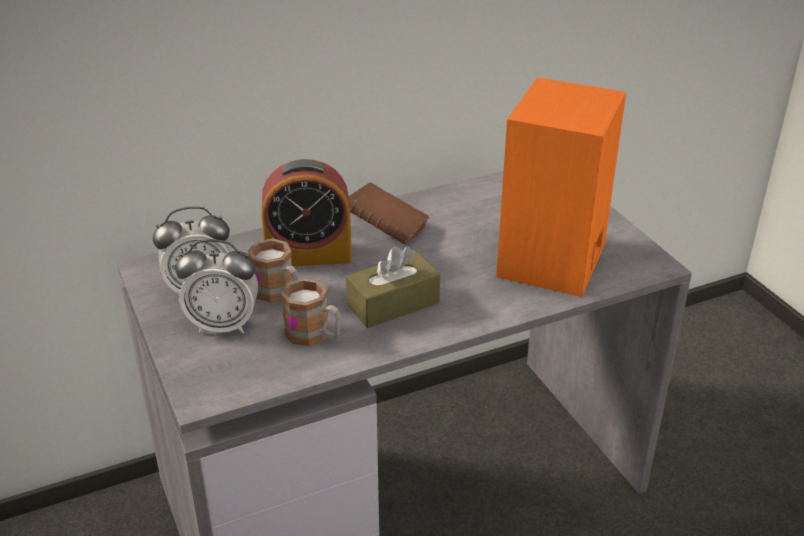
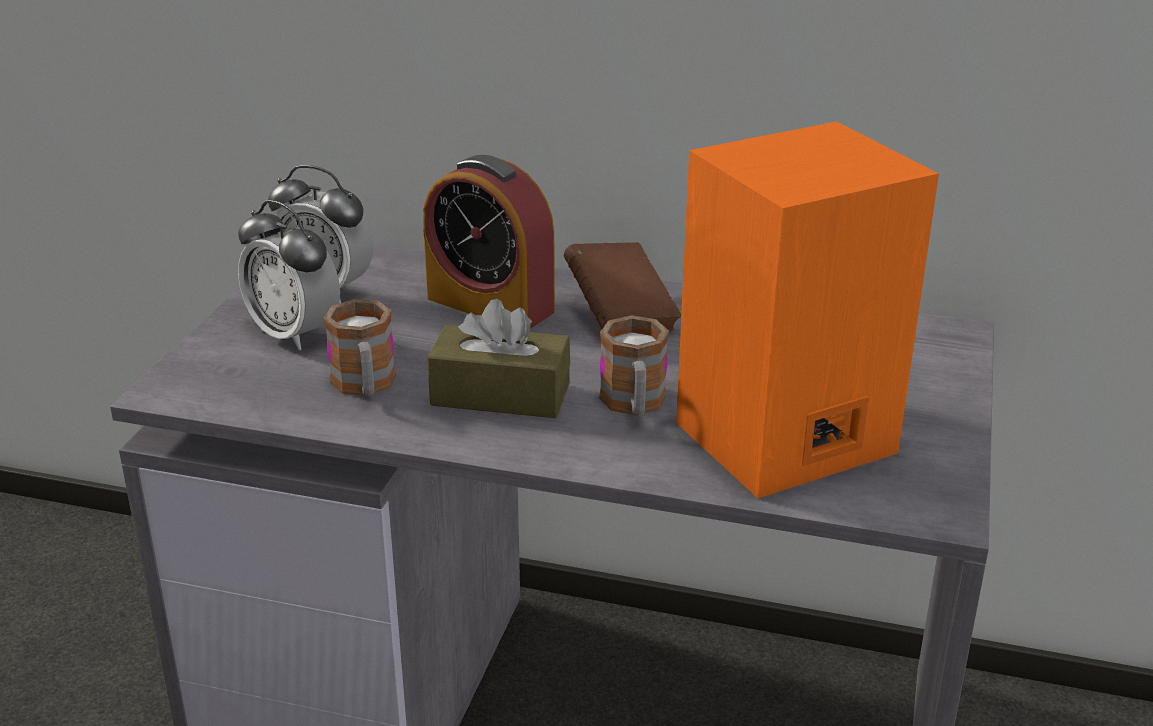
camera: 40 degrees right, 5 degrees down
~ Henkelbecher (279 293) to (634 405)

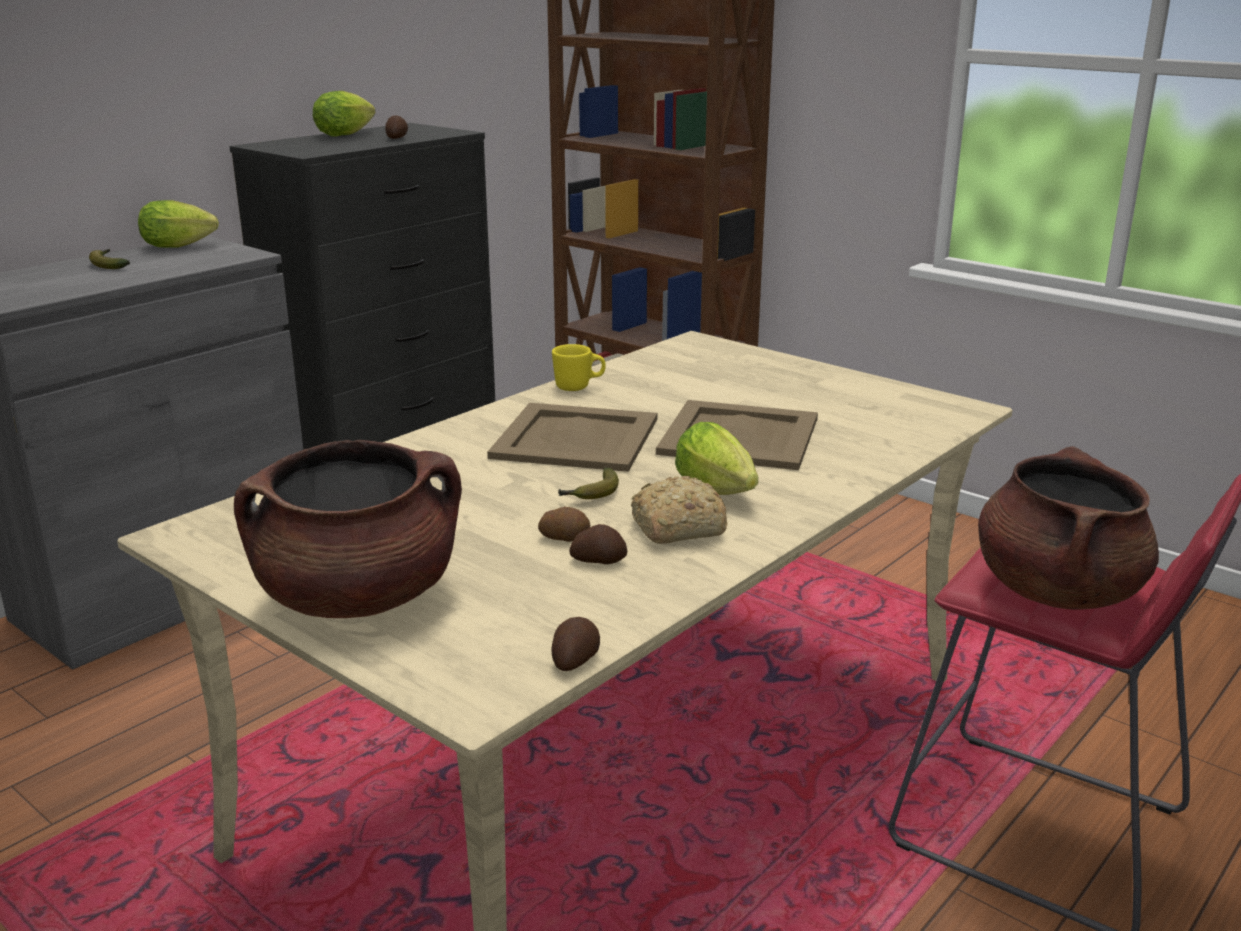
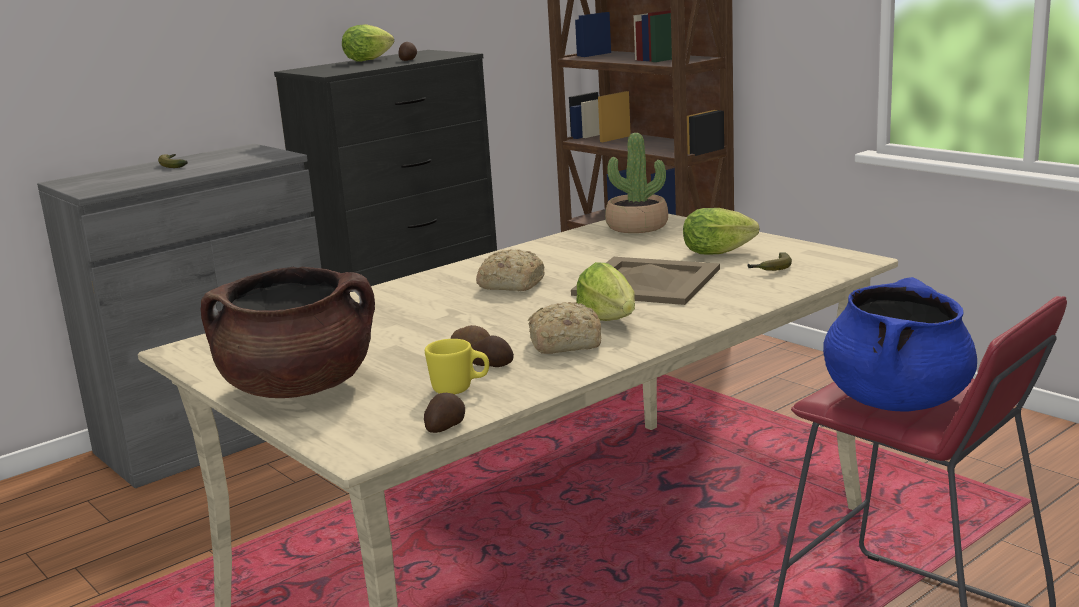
camera: 10 degrees right, 5 degrees down
~ Salatkopf (182 246) to (721 252)
~ Tablett [beige] (574 437) to Brot (510 285)
~ Henkelbecher [gelb] (579 387) to (460 389)
~ Banane (591 494) to (771 269)
~ Kochtopf [braun] (1056 591) to Kochtopf [blau] (896 400)
+ Topfpflanze (637 227)

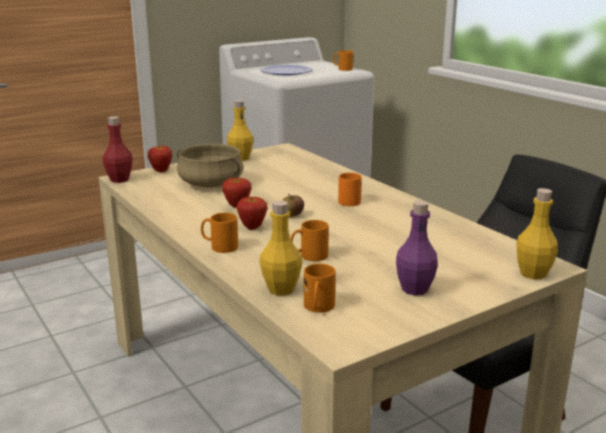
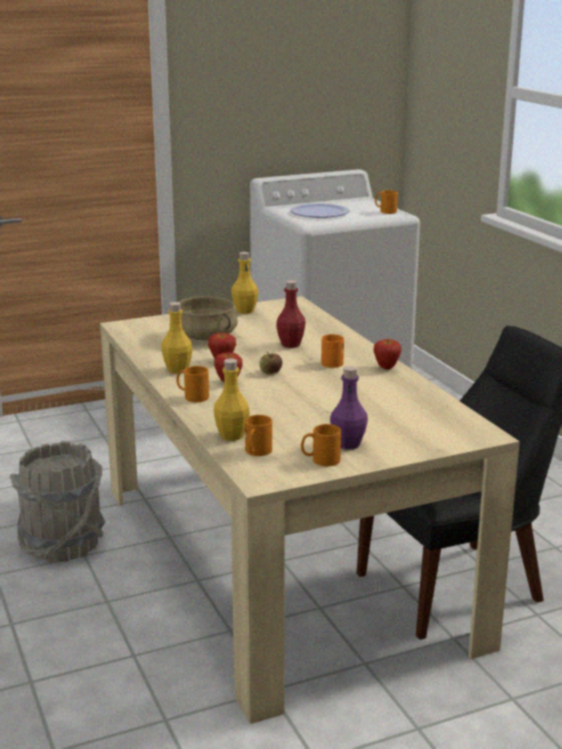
camera: 10 degrees right, 0 degrees up
~ Flasche [rot] (119 180) to (290 344)
~ Apfel (161 171) to (386 368)
~ Henkelbecher [orange] (309 256) to (320 460)
~ Flasche [gelb] (533 273) to (177 370)
+ Eimer [grau] (63 545)

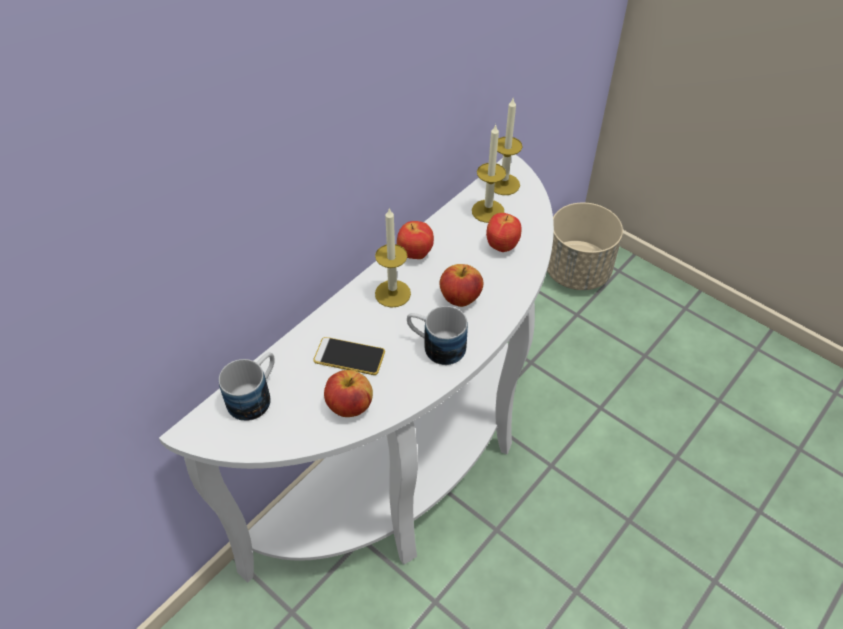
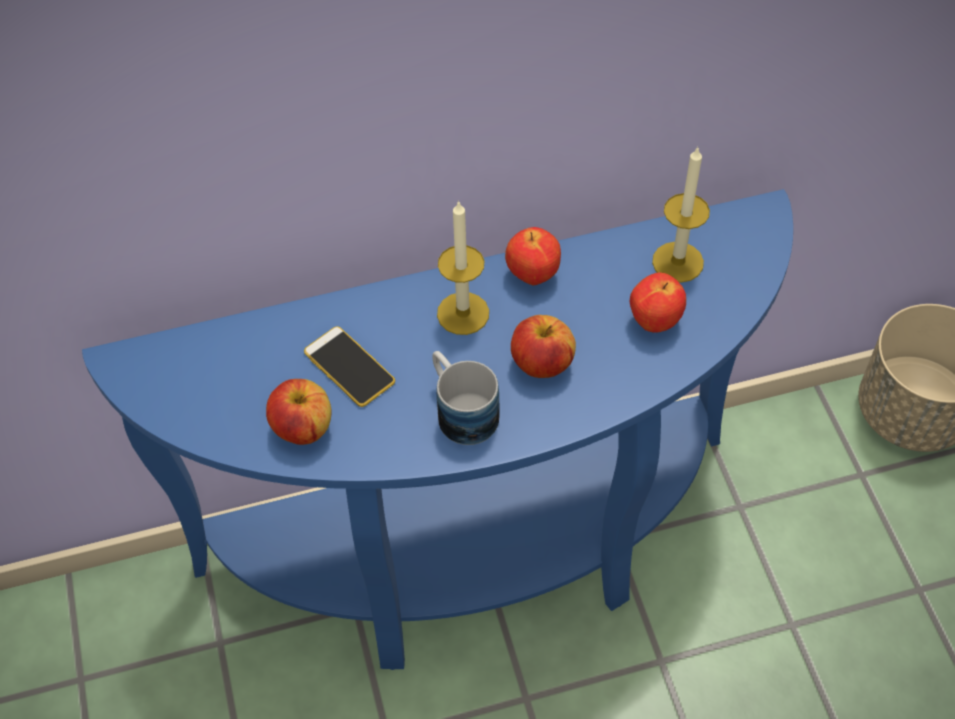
camera: 35 degrees right, 5 degrees up
~ Konsolentisch [weiß] (414 468) to Konsolentisch [blau] (479 558)
- Henkelbecher (256 395)
- Kerze (504 184)

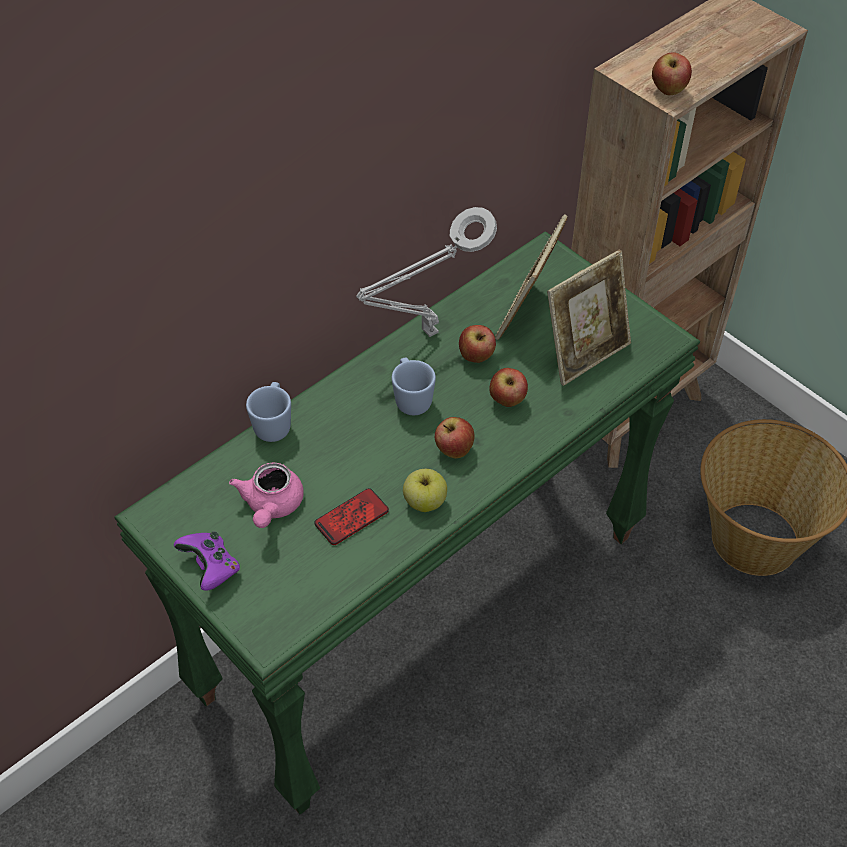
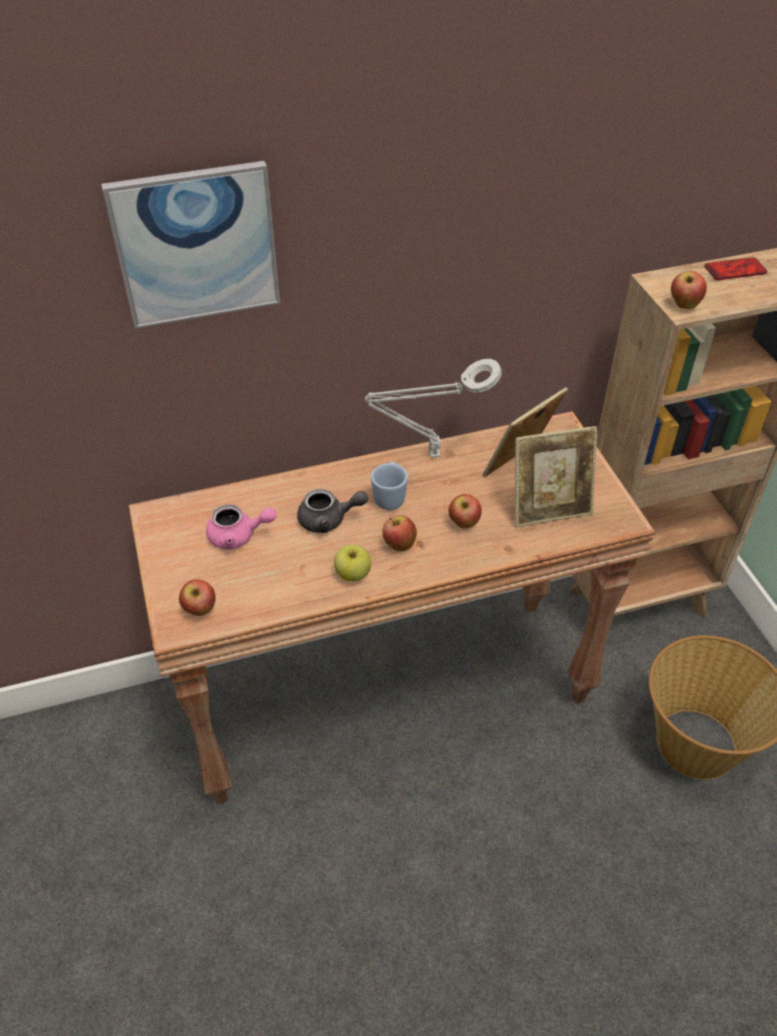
camera: 25 degrees right, 5 degrees down
~ Konsolentisch [grün] (422 612) to Konsolentisch [braun] (389 693)
- Gamepad [lila] (211 568)
~ Teekanne [rosa] (271 506) = (238 536) 120 degrees counterclockwise
- Henkelbecher [blau] (273 424)
~ Handy (351 517) to (735 270)
~ Apfel (476 357) to (200 610)
+ Bild (196 245)
+ Teekanne [grau] (329 520)

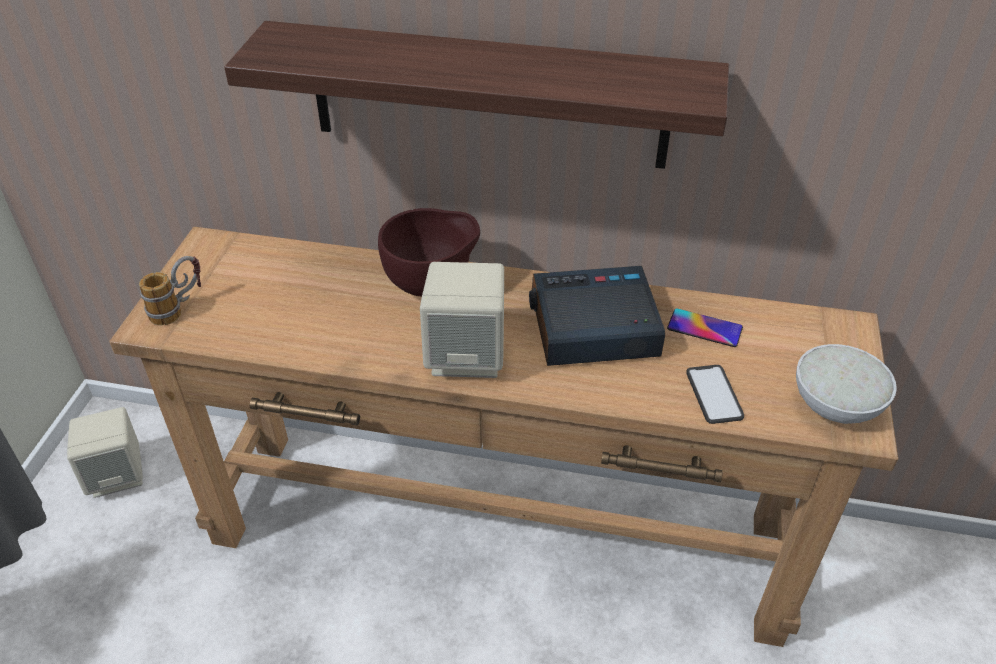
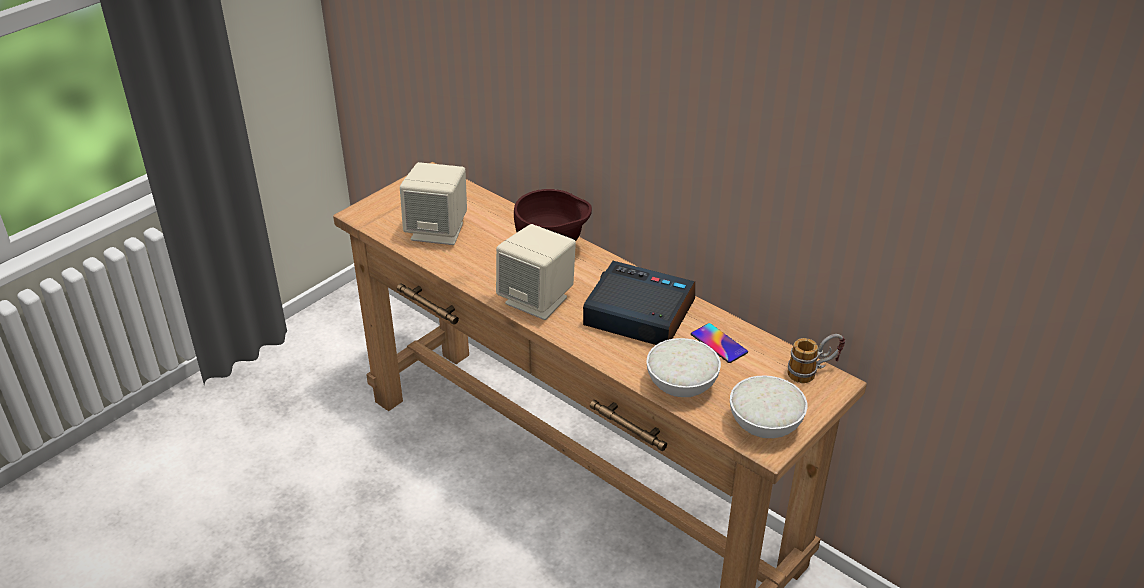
camera: 30 degrees right, 5 degrees down
~ Lautsprecher [beige] (117 475) to (438 231)
~ Henkelbecher (179 308) to (813 372)
- Wandregal (488 96)
~ Handy (714 395) to Schüssel [weiß] (682 385)

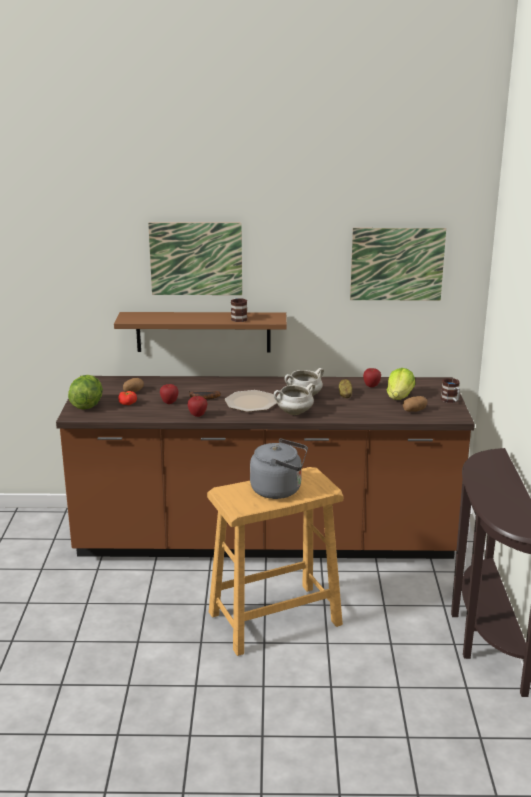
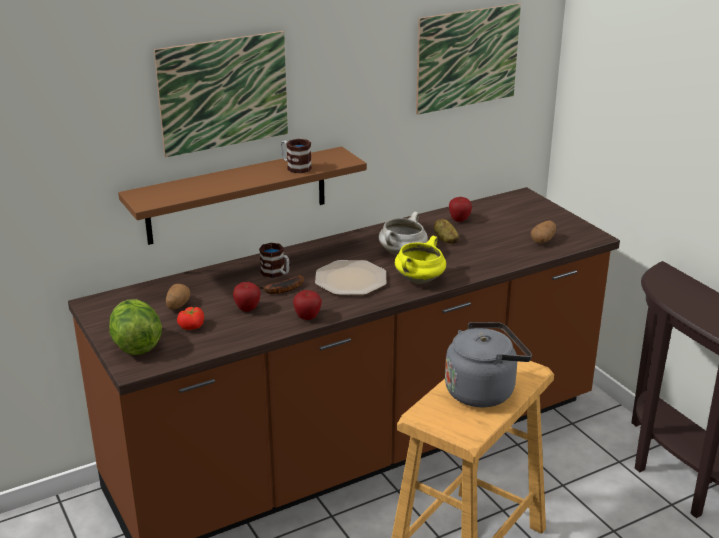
camera: 30 degrees left, 5 degrees up
~ Kochtopf [weiß] (294 413) to Kochtopf [gelb] (419 280)
- Salatkopf (399 397)
~ Henkelbecher (451 400) to (276 273)

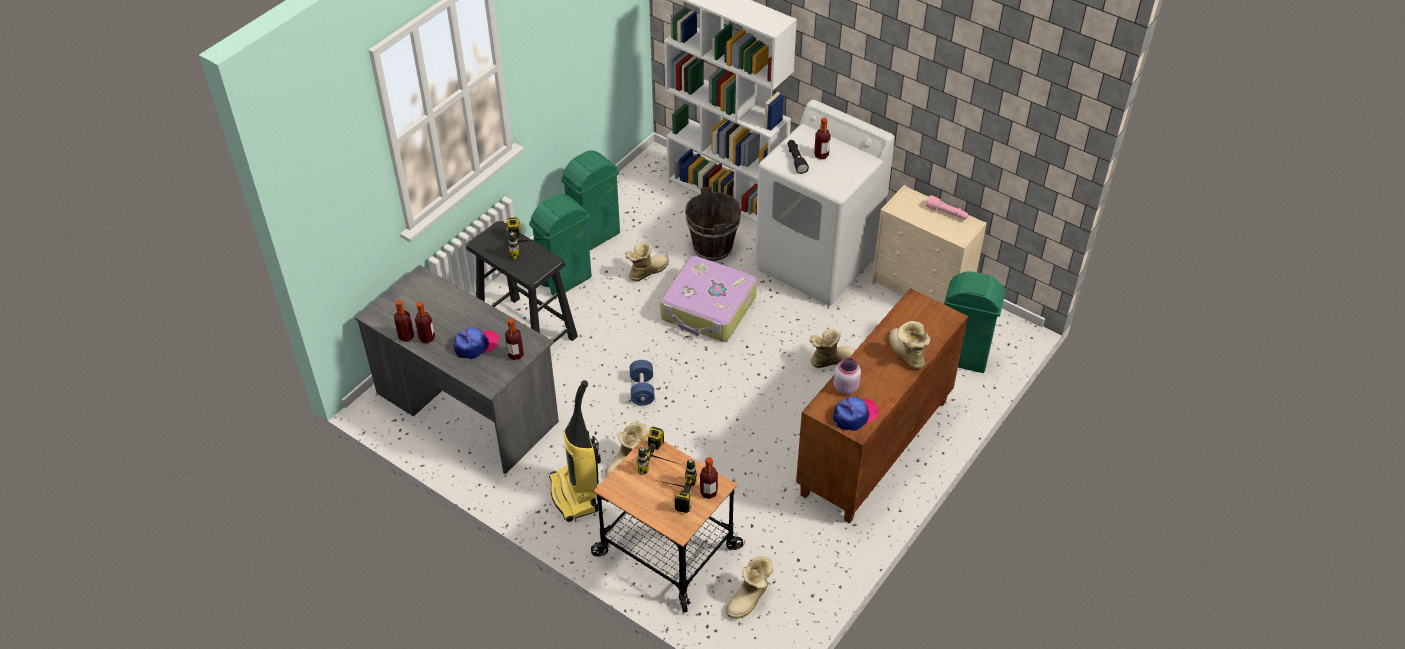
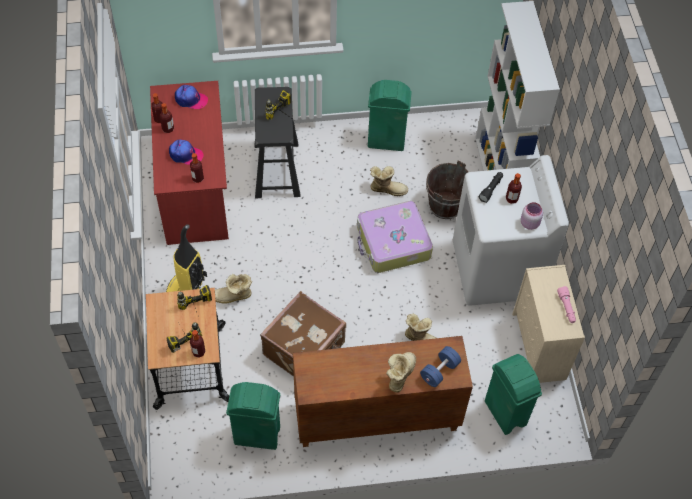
camera: 45 degrees right, 10 degrees up
~ Schreibtisch [grau] (467 407) to Schreibtisch [rot] (194 188)
~ Mülleimer [grün] (564 280) to (256 435)
~ Hantel [blau] (642 390) to (439 371)
- Stiefel (750 599)
~ Vorratsglas [rosa] (845 387) to (529 223)
~ Kappe (855 415) to (191 100)
+ Koffer [braun] (305 349)

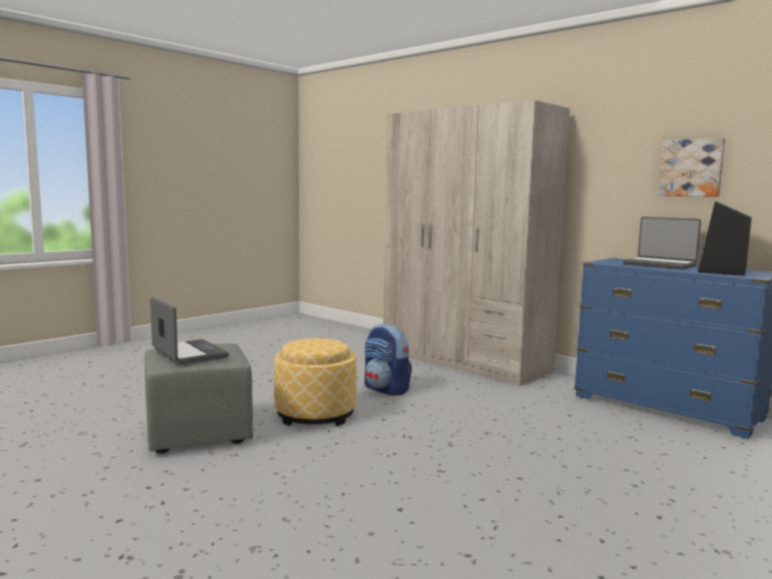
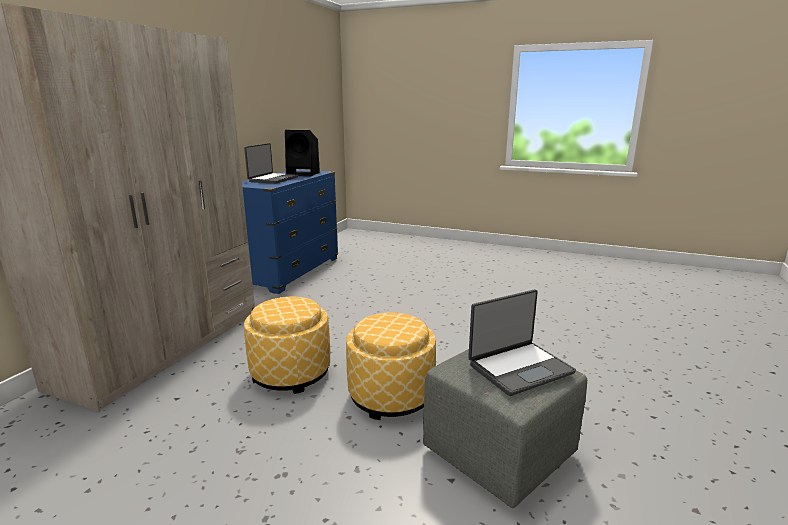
camera: 110 degrees left, 10 degrees up
~ Laptop (188 354) = (519 368) 150 degrees counterclockwise
~ Rucksack (386 389) to Polsterhocker (291 372)
- Bild (691 168)

